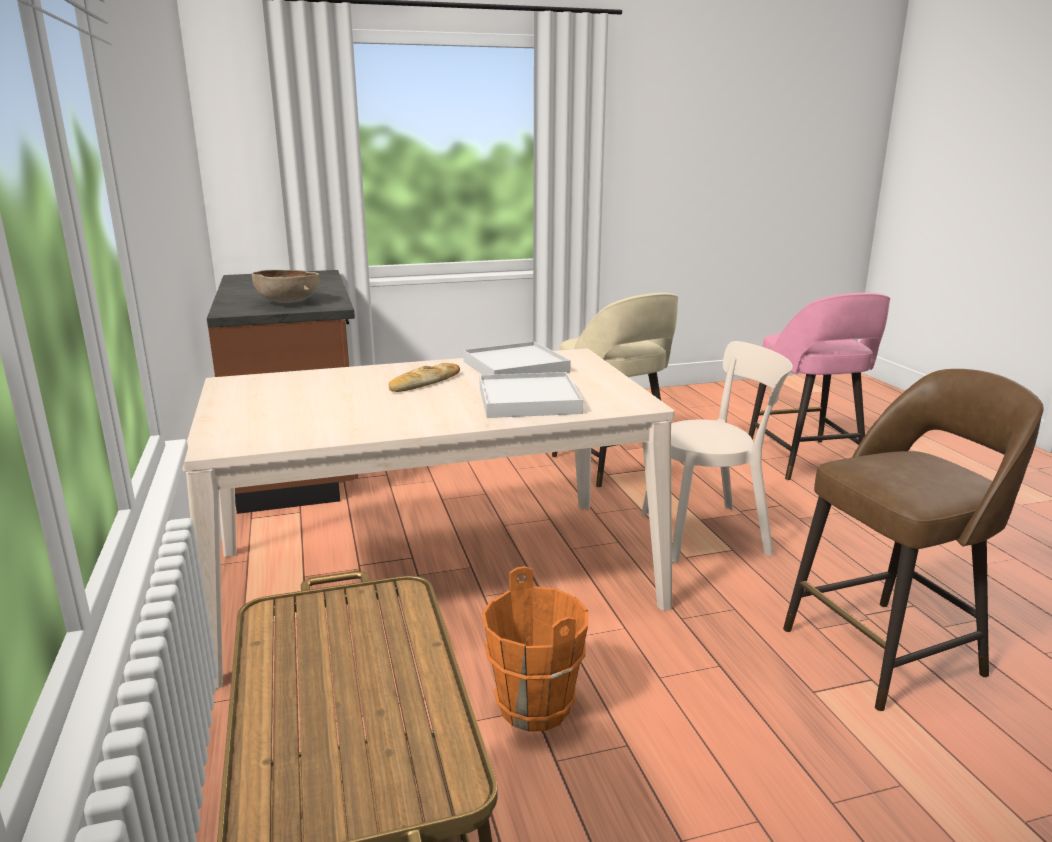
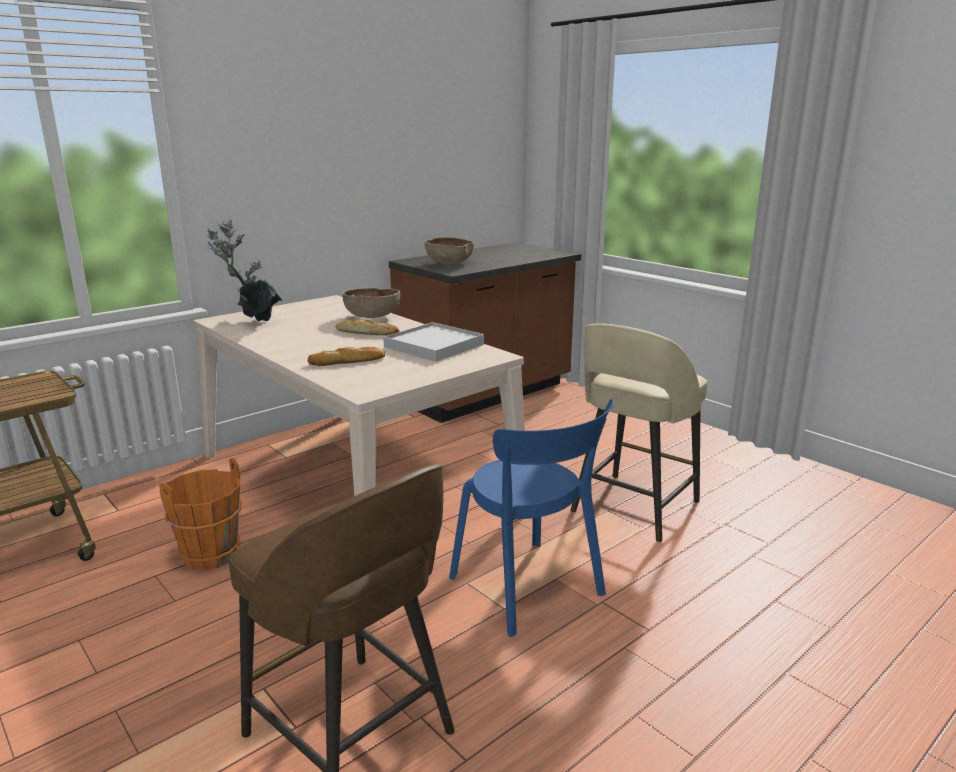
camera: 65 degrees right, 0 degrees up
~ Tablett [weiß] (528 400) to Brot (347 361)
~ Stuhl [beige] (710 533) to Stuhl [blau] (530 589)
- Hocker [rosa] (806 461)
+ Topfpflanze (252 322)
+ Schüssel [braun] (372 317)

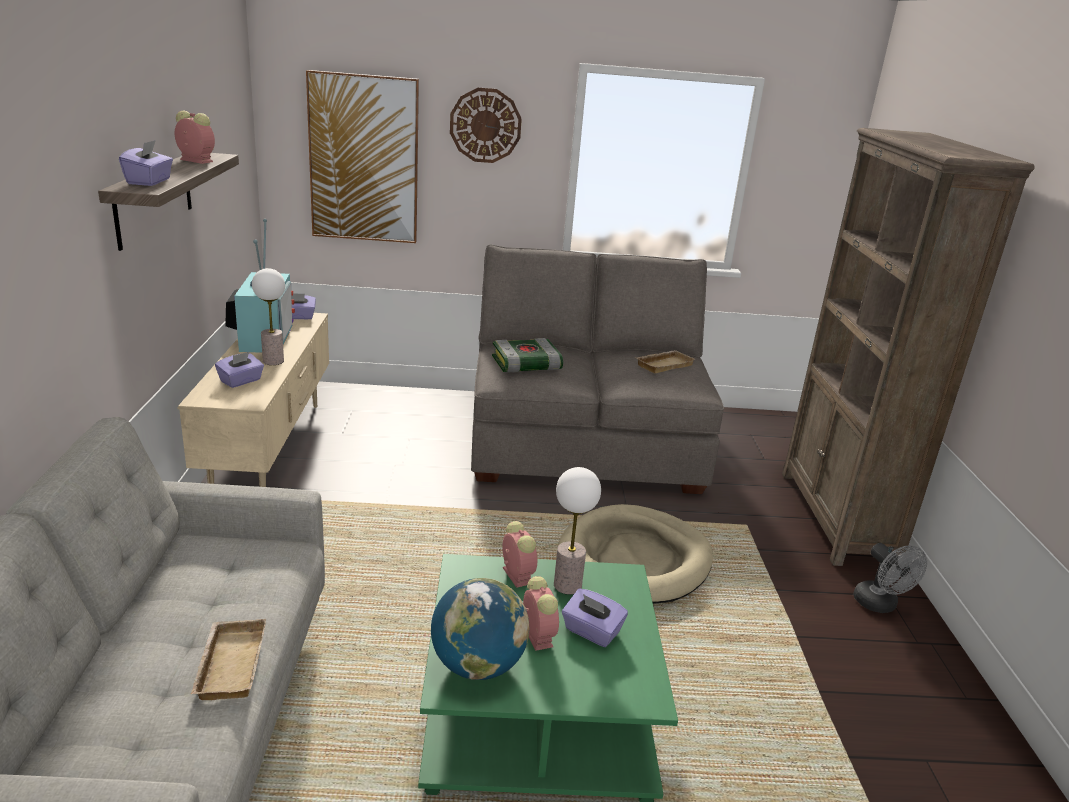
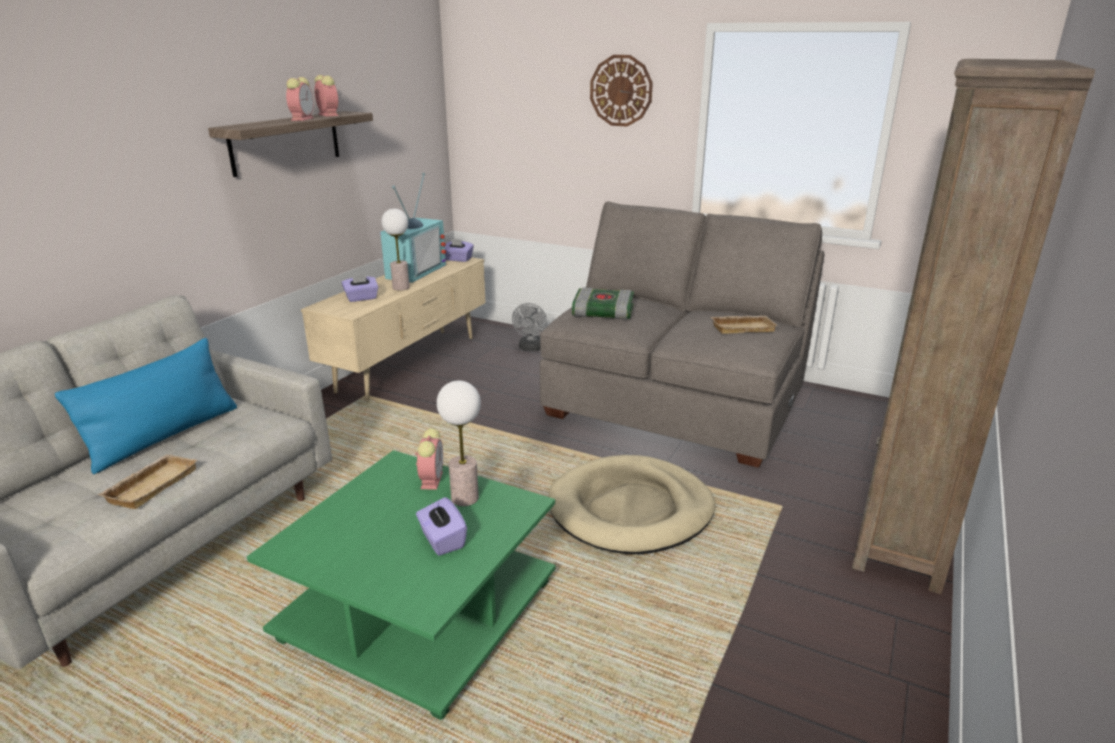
camera: 30 degrees right, 0 degrees up
- Taschentuchbox [lila] (149 182)
- Bild (364 159)
- Globus (477 665)
~ Wecker (536 635) to (302 119)
~ Ventilator [grau] (880 605) to (531 348)
+ Kissen [blau] (164 436)

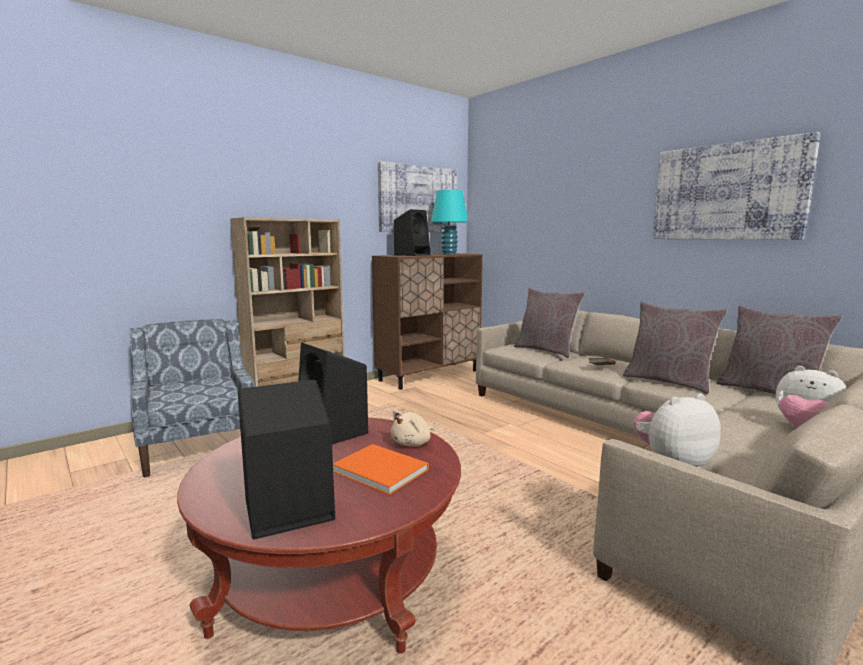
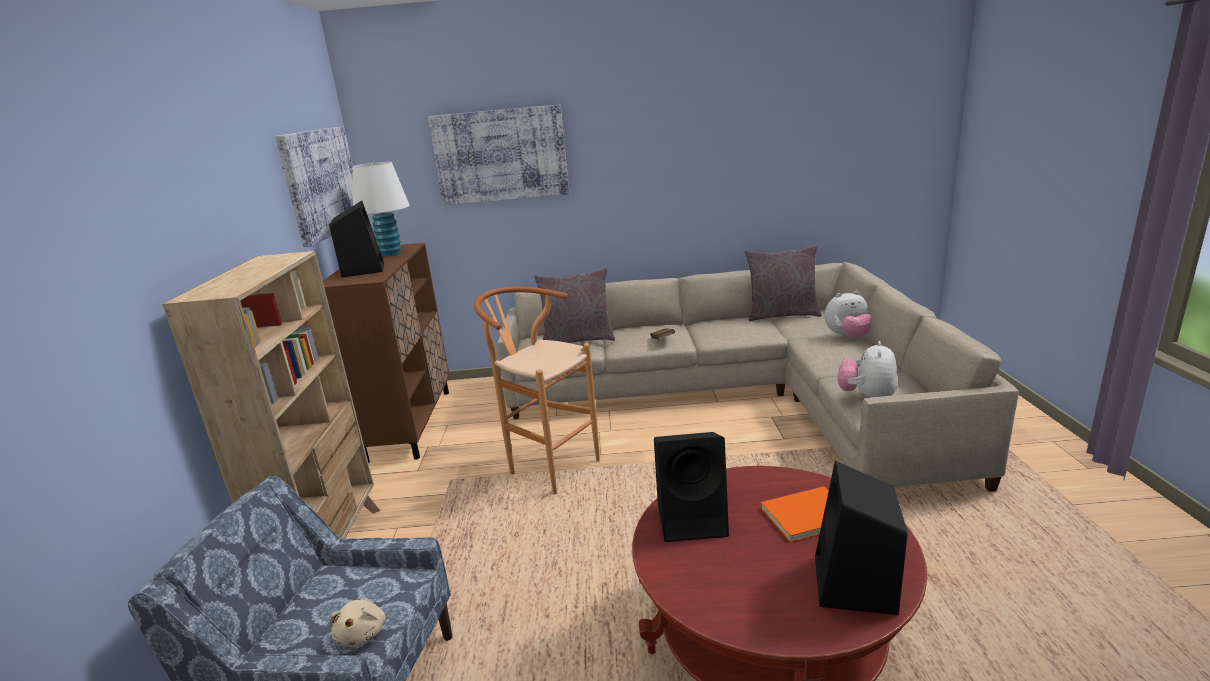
camera: 50 degrees left, 10 degrees up
~ Plüschtier [beige] (413 443) to (362 633)
~ Tischlampe [türkis] (449 254) to Tischlampe [weiß] (391 254)
- Kissen [grau] (668 382)
~ Bild (728 192) to (501 155)
+ Hocker [braun] (547 465)

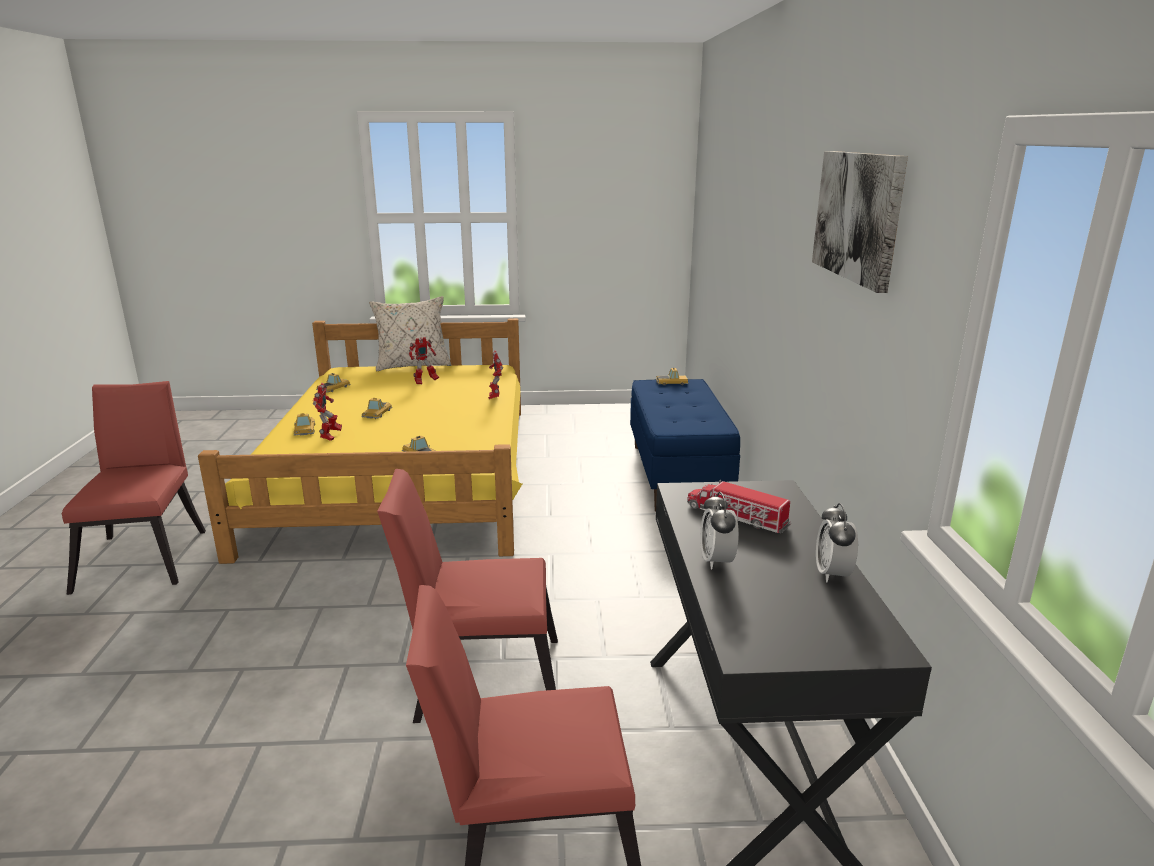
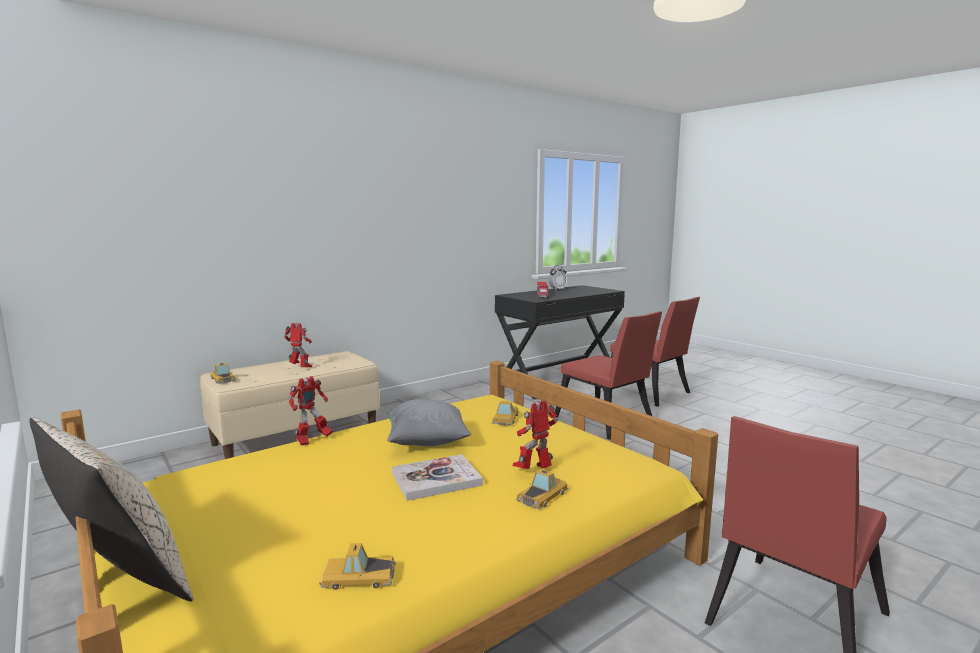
camera: 125 degrees left, 10 degrees down
~ Spielzeugauto (376 413) to Buch (436 479)
~ Spielzeugroboter (425 382) to (300 368)
~ Bank [blau] (678 476) to Bank [beige] (296 436)
- Wecker (716 561)
- Bild (858 216)
+ Kissen [grau] (426 442)

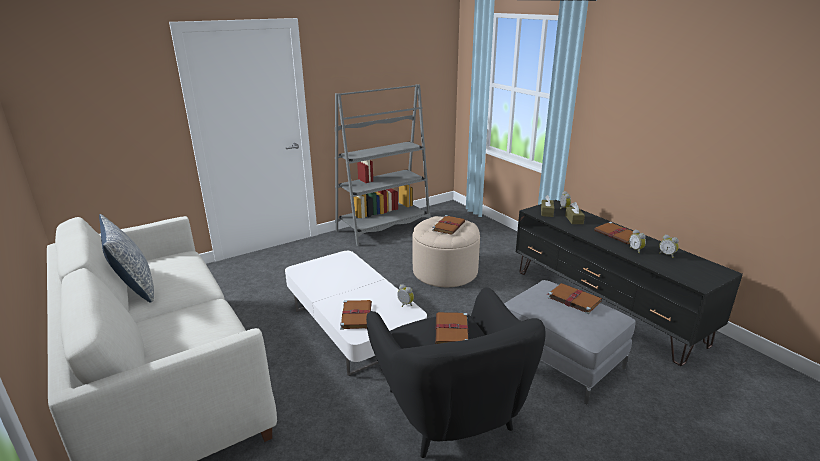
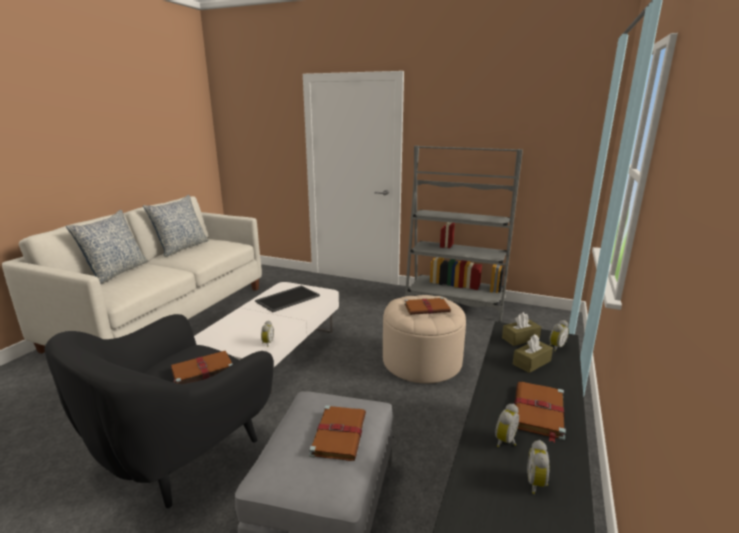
camera: 55 degrees right, 5 degrees down
- Buch [braun] (356 315)
+ Kissen (116 272)
+ Tablett (288 298)

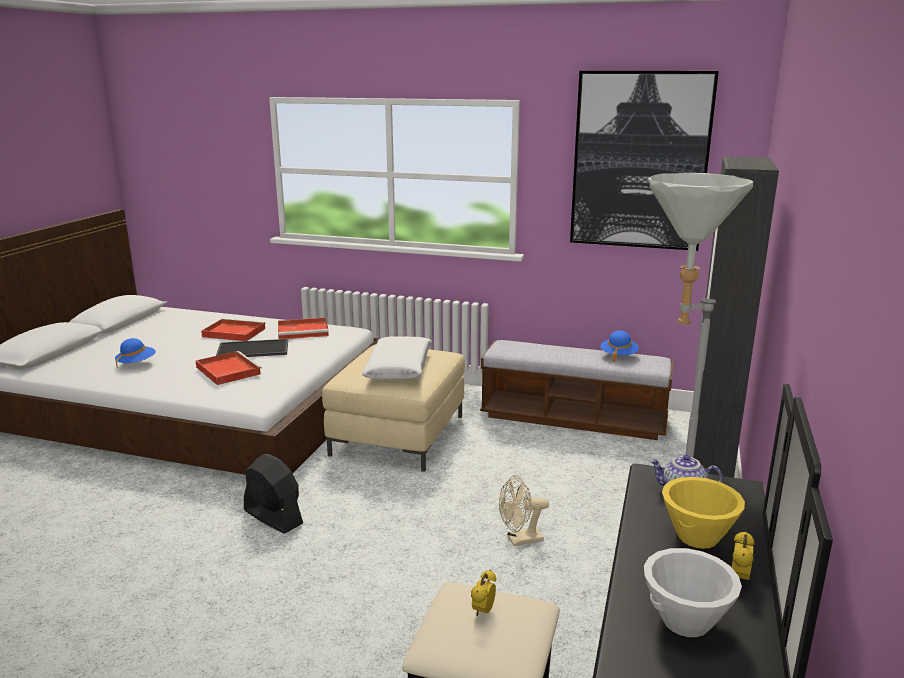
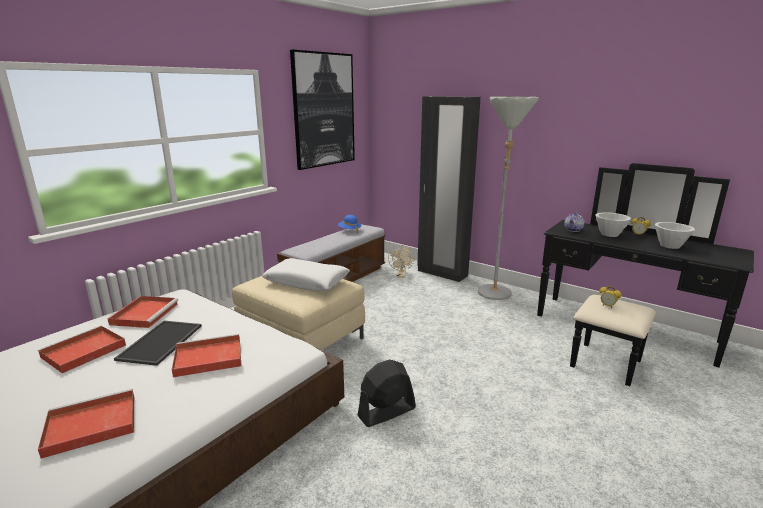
camera: 70 degrees left, 0 degrees up
~ Hut [blau] (136 363) to Tablett [rot] (89 426)
~ Ventilator [beige] (520 540) to (401 275)
~ Schüssel [gelb] (698 537) to Schüssel [weiß] (609 234)

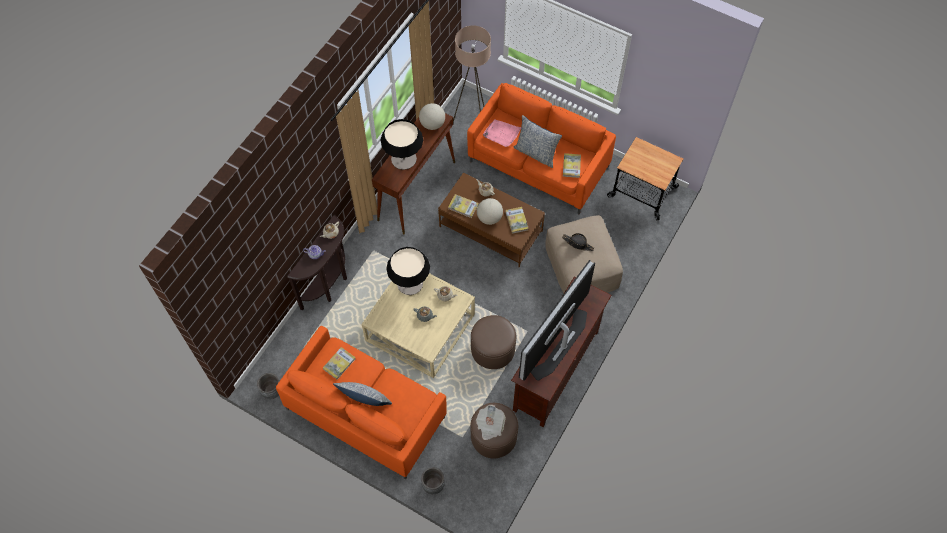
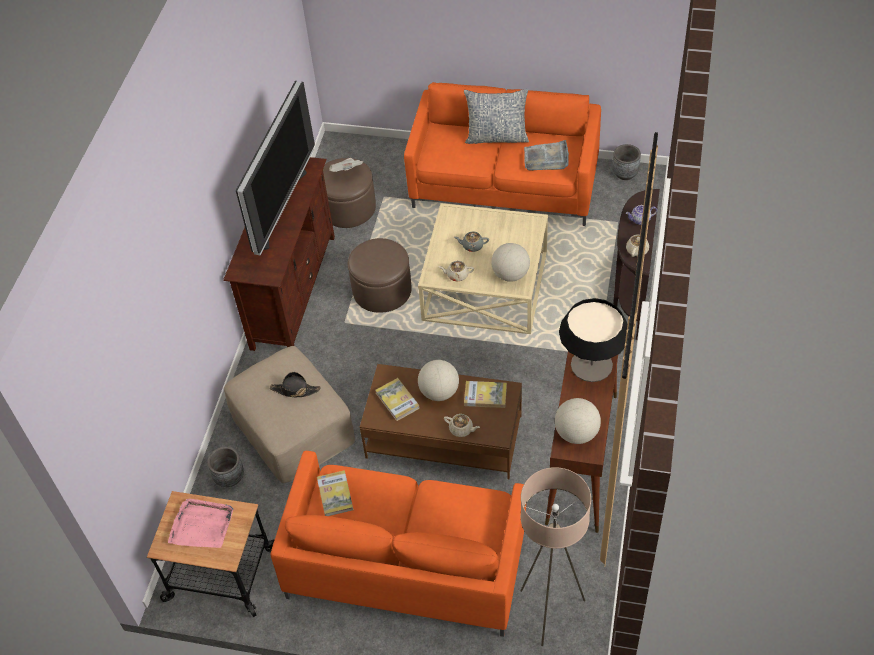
camera: 165 degrees right, 10 degrees down
~ Buch (339 364) to Tablett [grau] (546 158)
~ Tischlampe (410 283) to Globus (510 274)
~ Pflanzkübel [grau] (433 485) to (229 477)
~ Tablett [rosa] (502 134) to (202 525)
- Kissen (536 153)

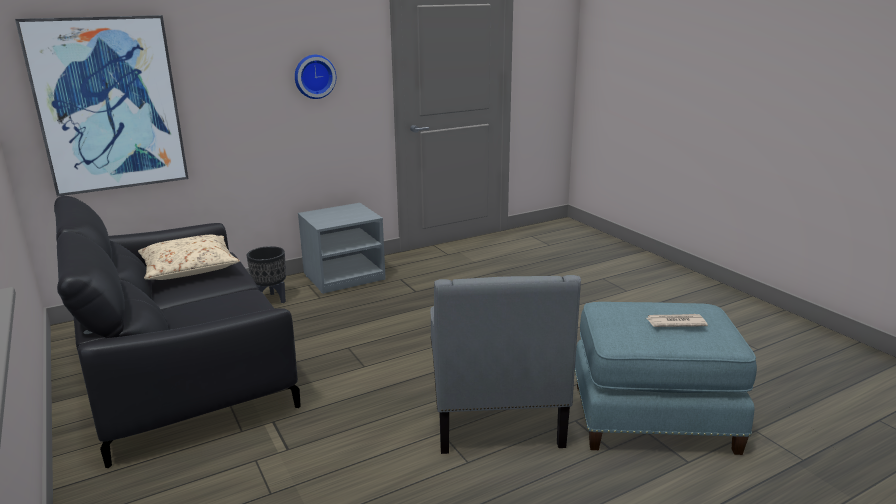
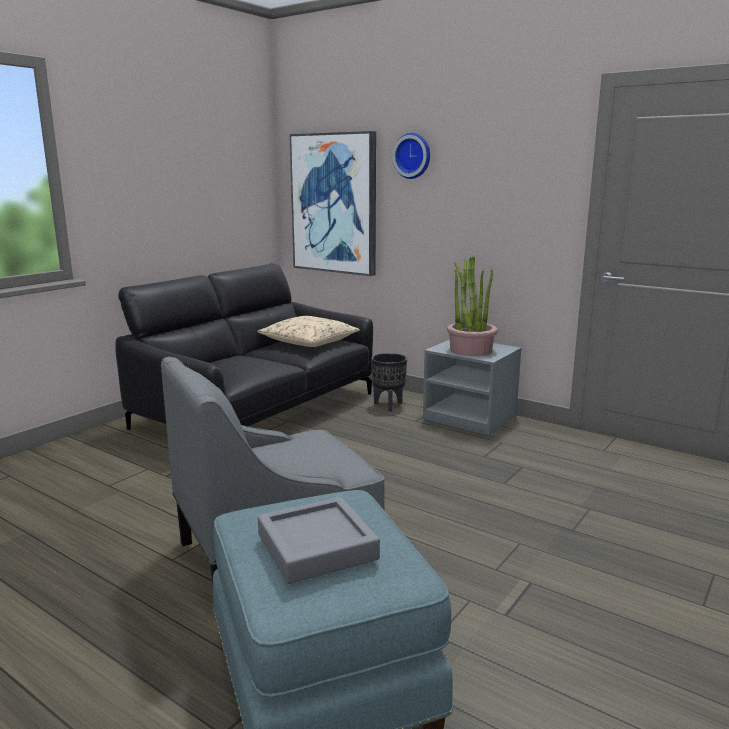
camera: 65 degrees right, 5 degrees down
~ Wanduhr (314 76) to (413 156)
~ Zeitung (675 322) to Tablett [grau] (317 547)
+ Topfpflanze (470 350)

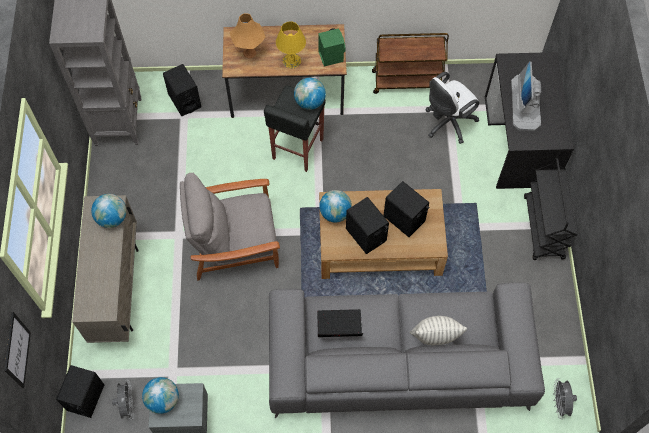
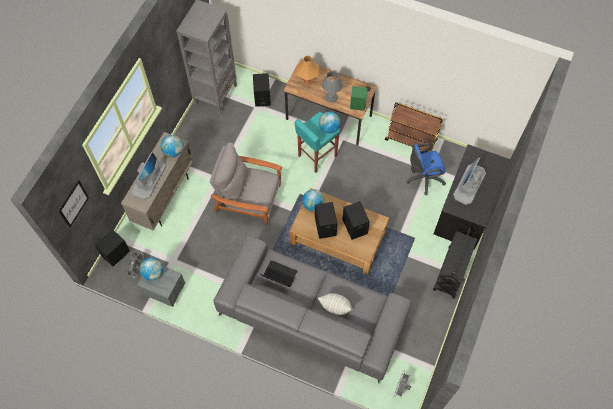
camera: 25 degrees right, 0 degrees up
~ Hocker [schwarz] (297 149) to Hocker [türkis] (316 156)
~ Tischlampe [gelb] (291 60) to Tischlampe [grau] (331 97)
~ Bürostuhl [weiß] (447 123) to Bürostuhl [blau] (423 178)
+ Monitor (149 178)

